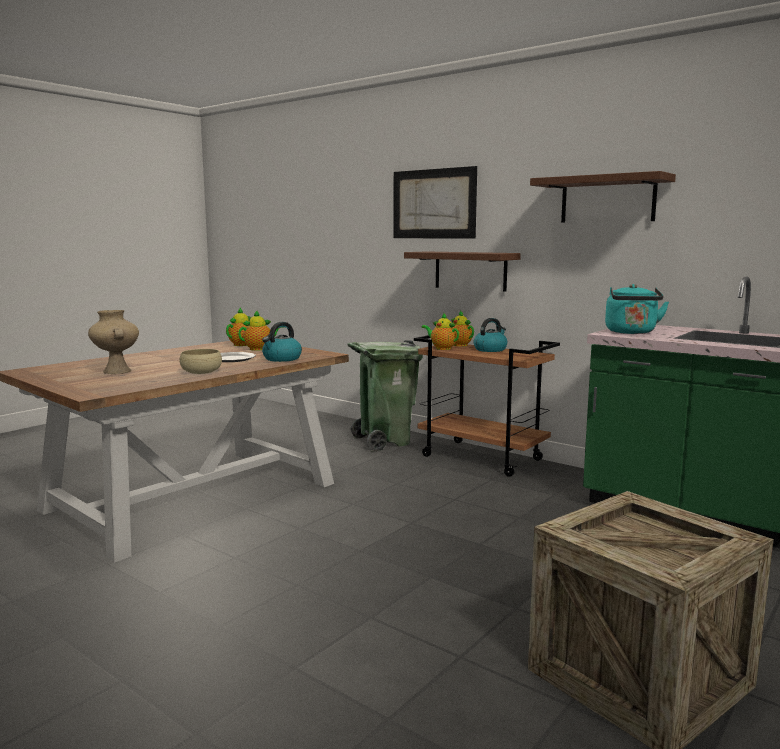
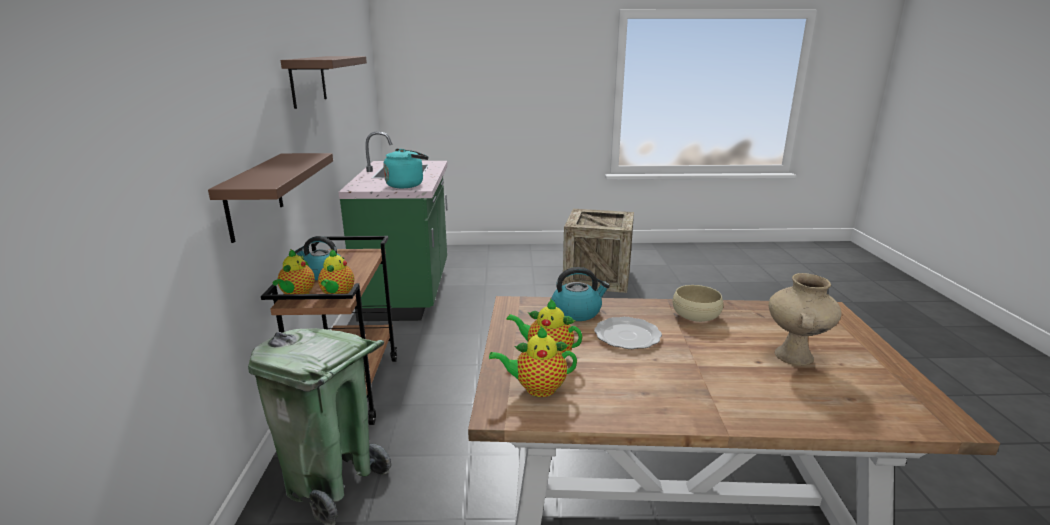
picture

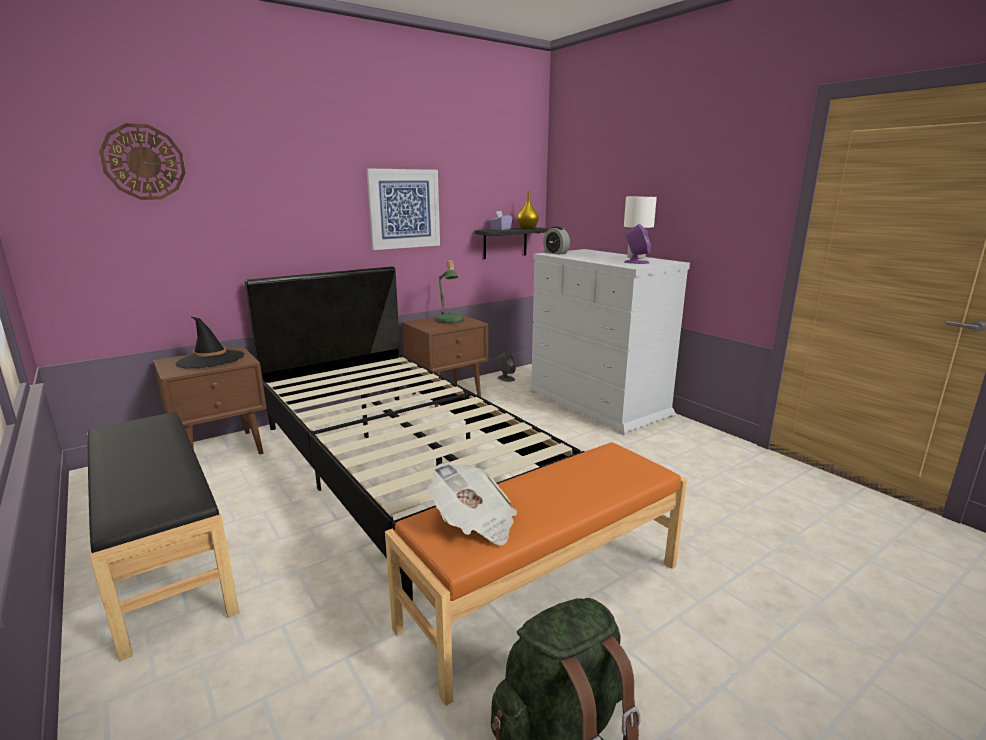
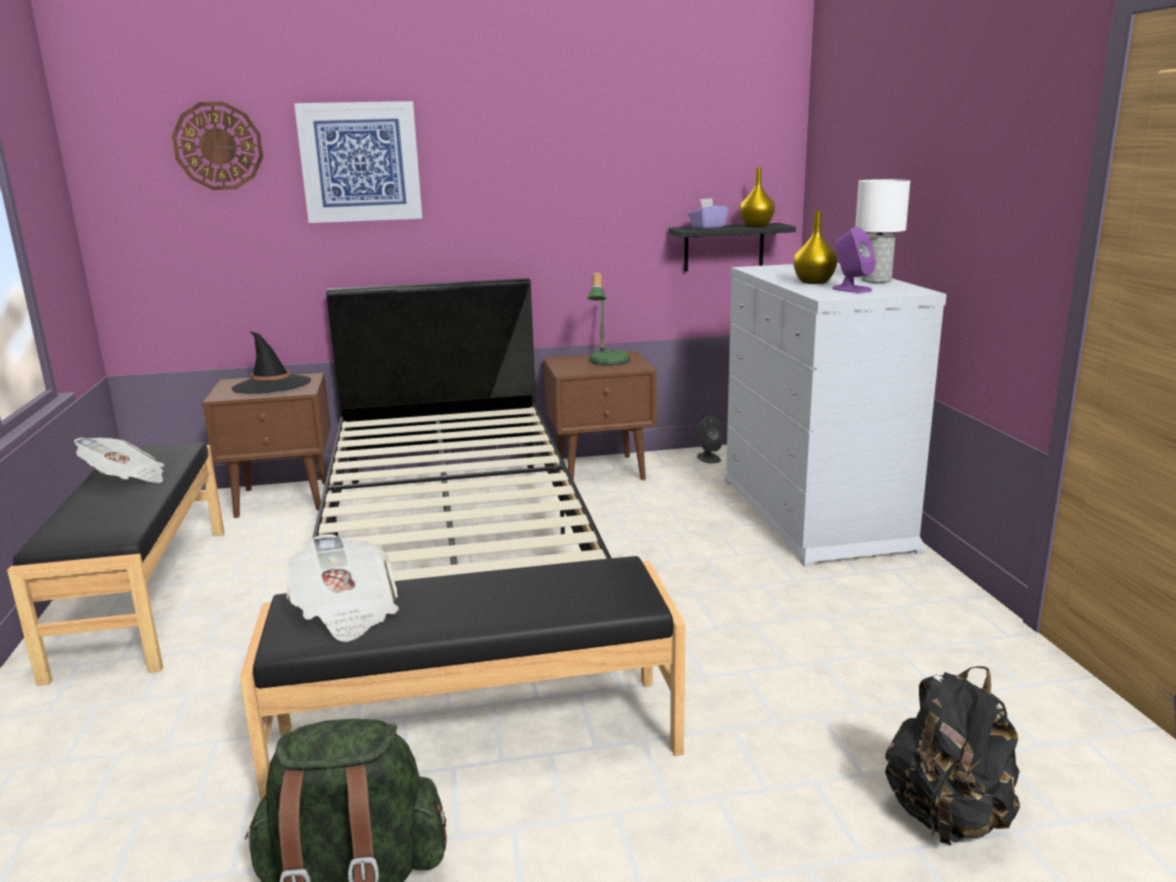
printed paper (1st from left)
bench (black-coloured) (2nd from left)
picture
vase (yellow) (2nd from left)
knapsack (black-coloured)
table clock

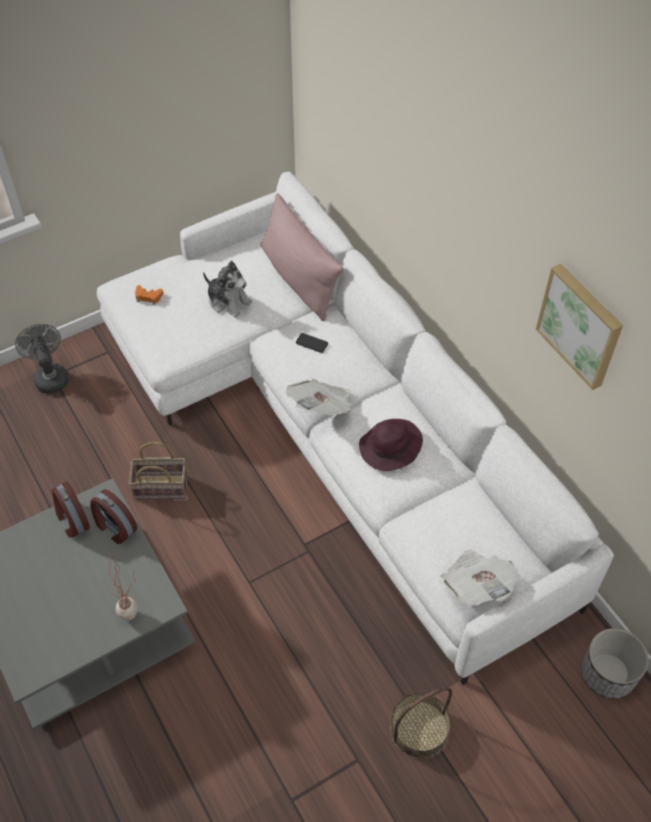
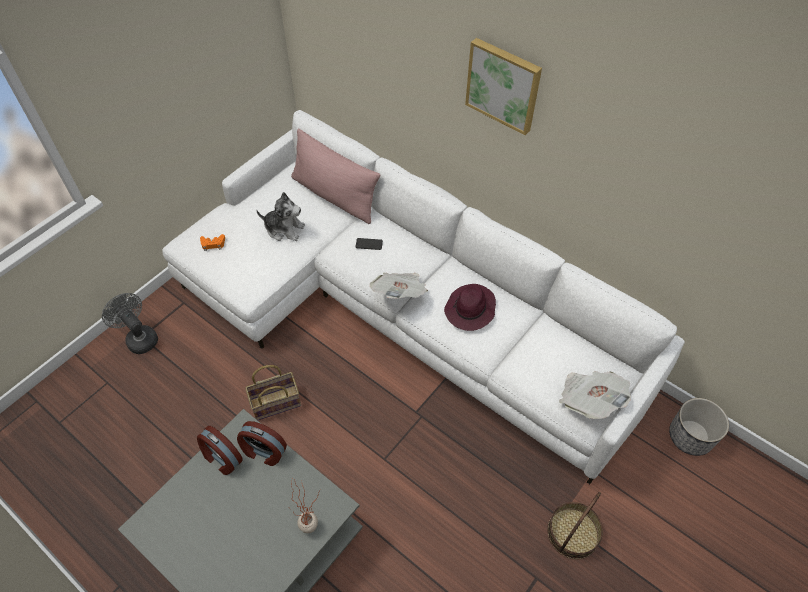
picture

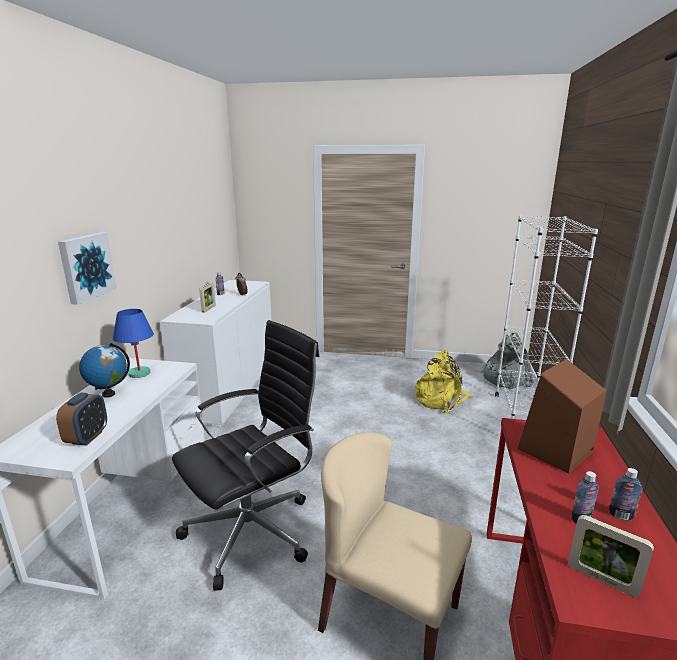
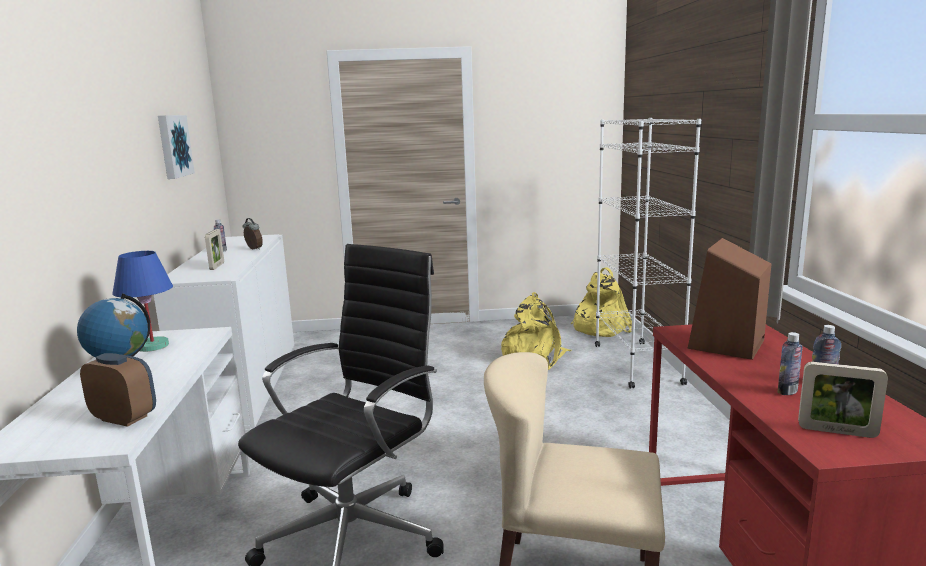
table clock (1st from left)
picture
knapsack (yellow) (2nd from left)

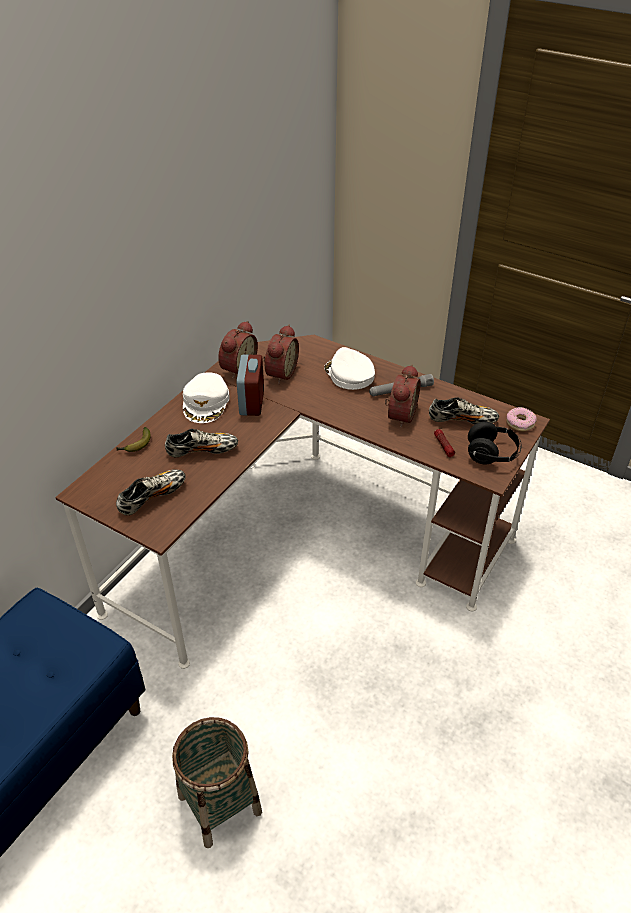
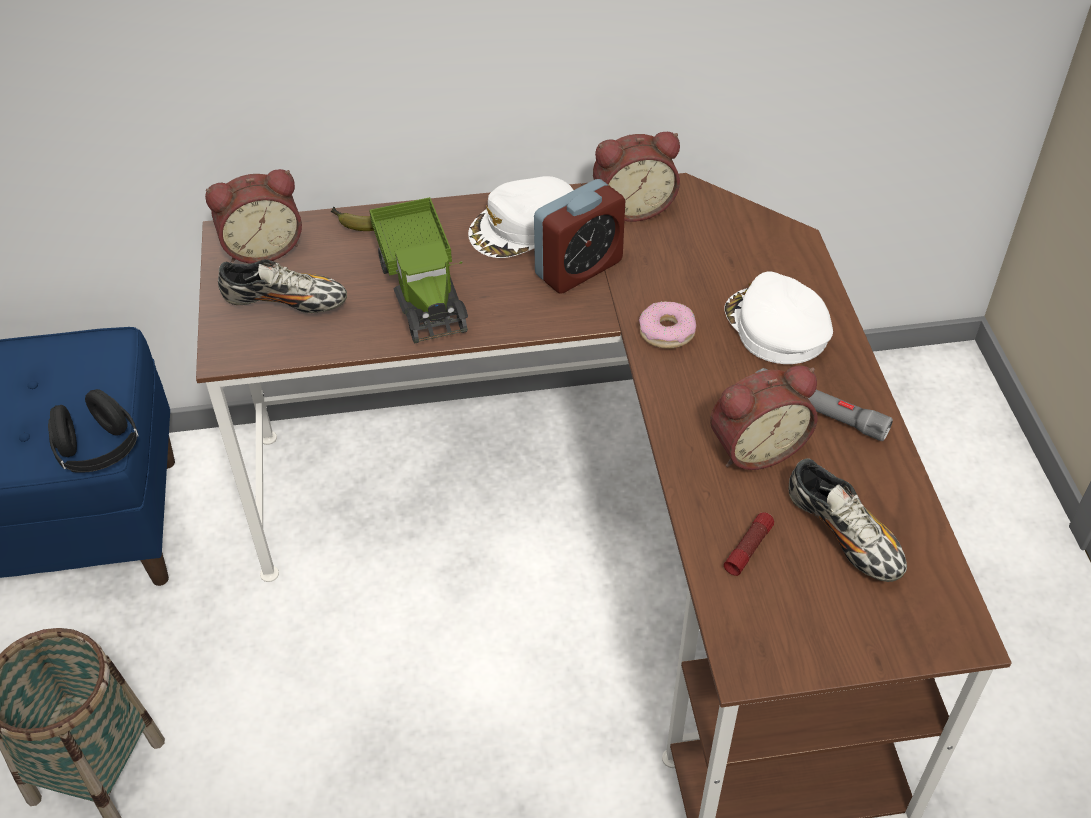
headset (black-coloured)
table clock (1st from left)
toy lorry
donut
peaked cap (white-coloured) (2nd from left)

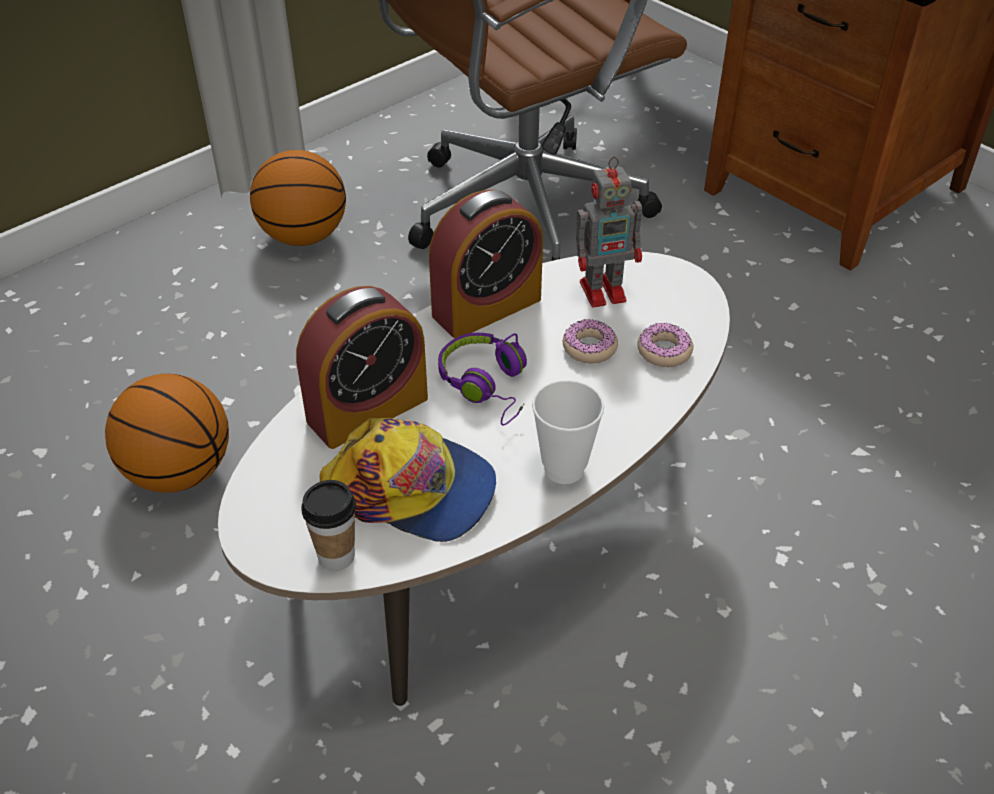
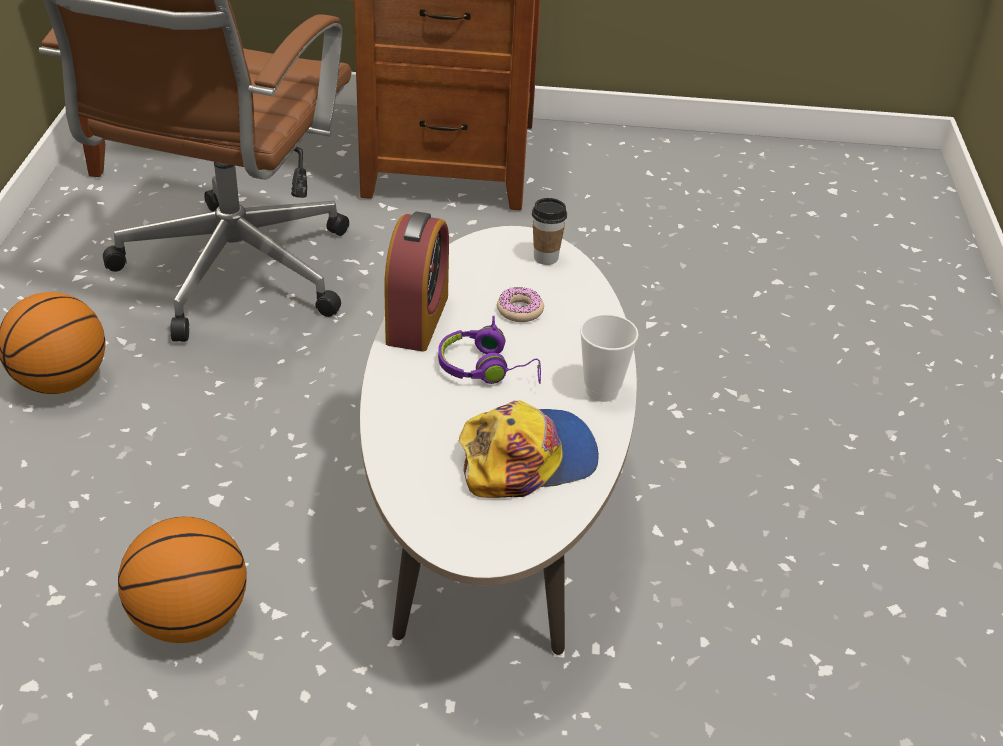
cup (1st from left)
table clock (1st from left in the first image)
model robot
donut (2nd from left in the first image)

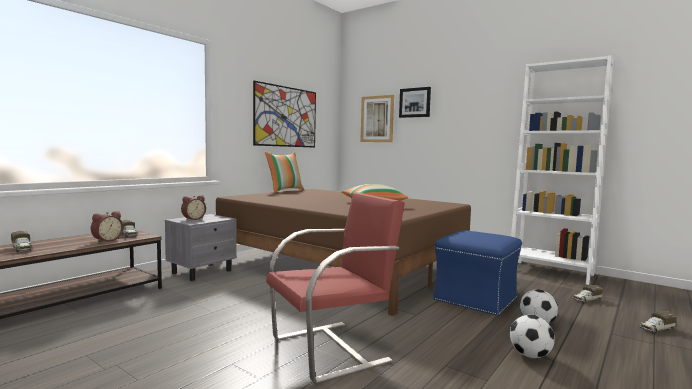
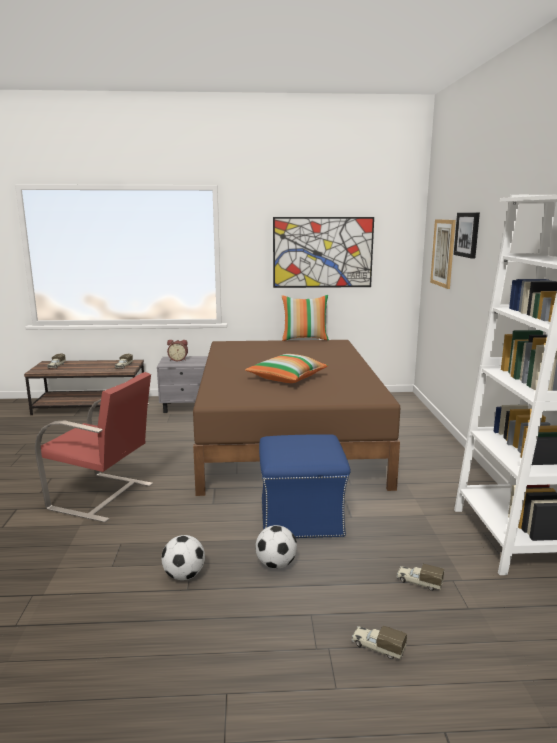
table clock (1st from left in the first image)

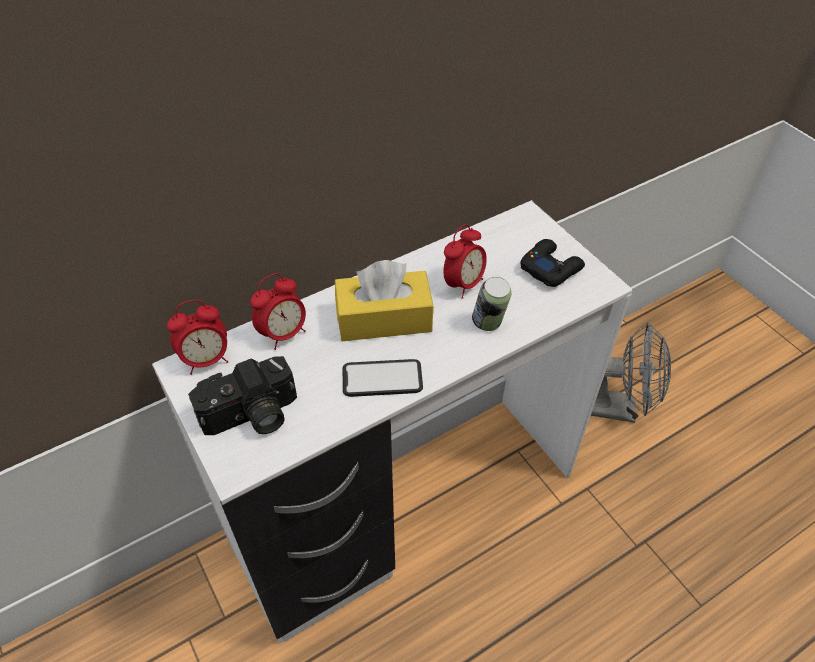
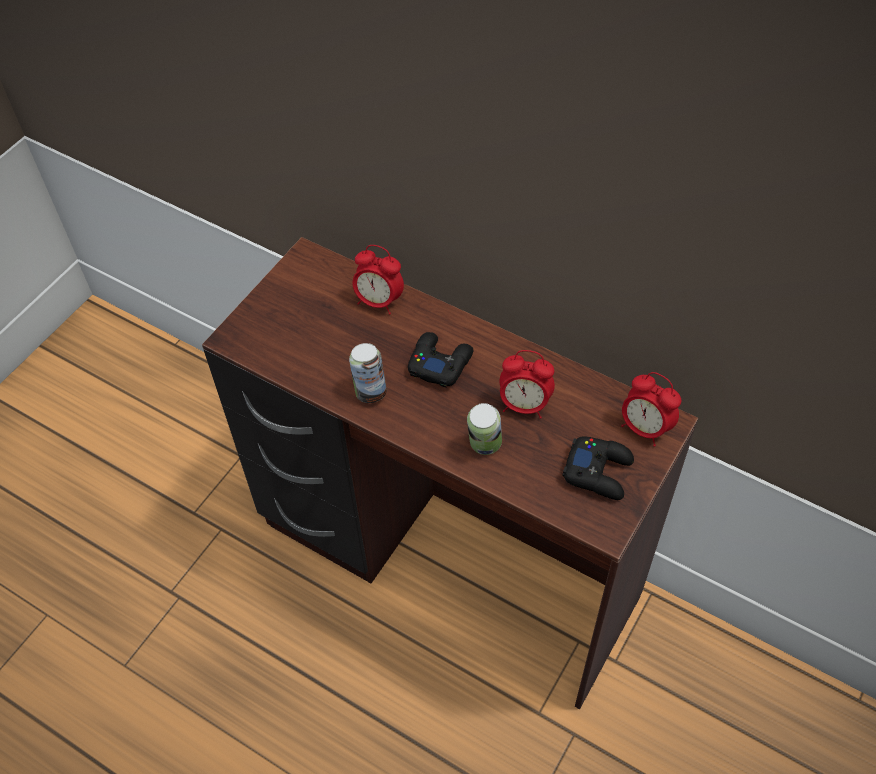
desk unit (brownish)
sealed can (1st from left)
gamepad (black-coloured) (1st from left)
table clock (3rd from left)
photo camera
fan (greyish)

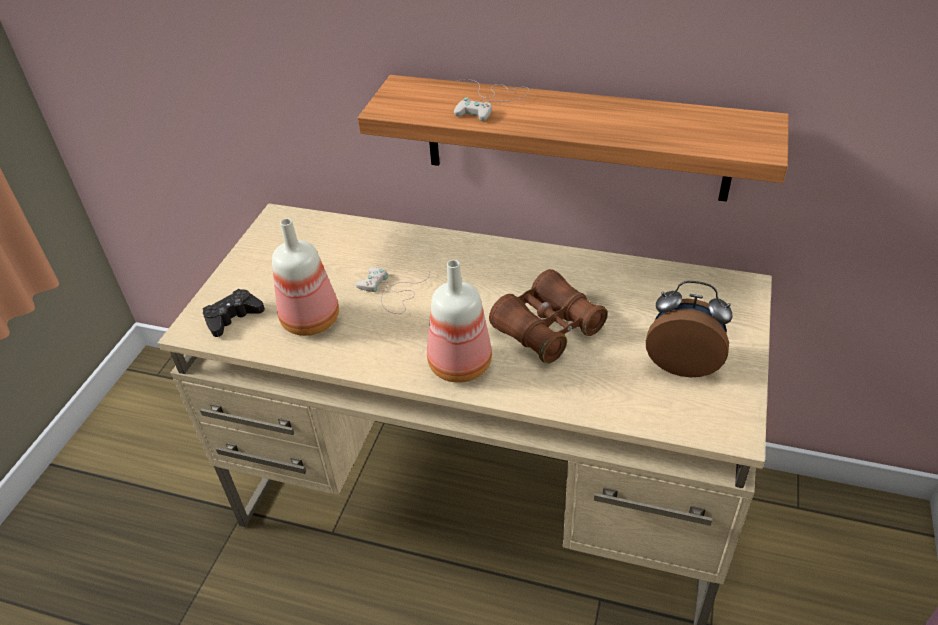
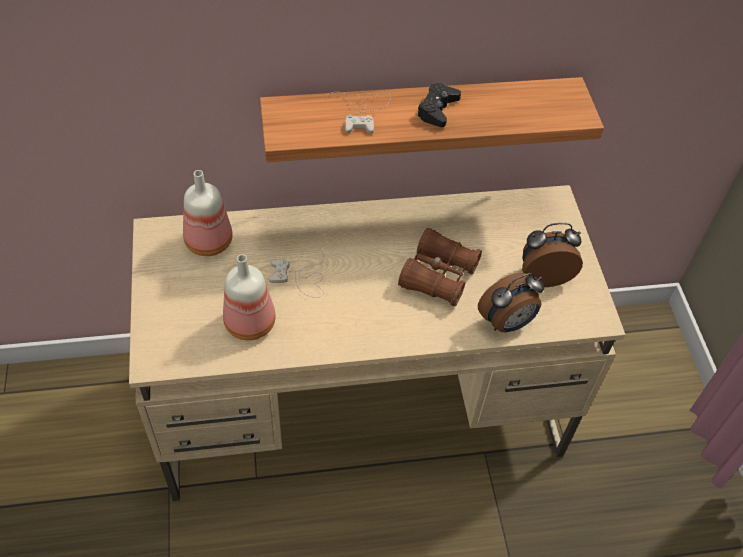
bottle (1st from left)
gamepad (black-coloured)
table clock (1st from left)

